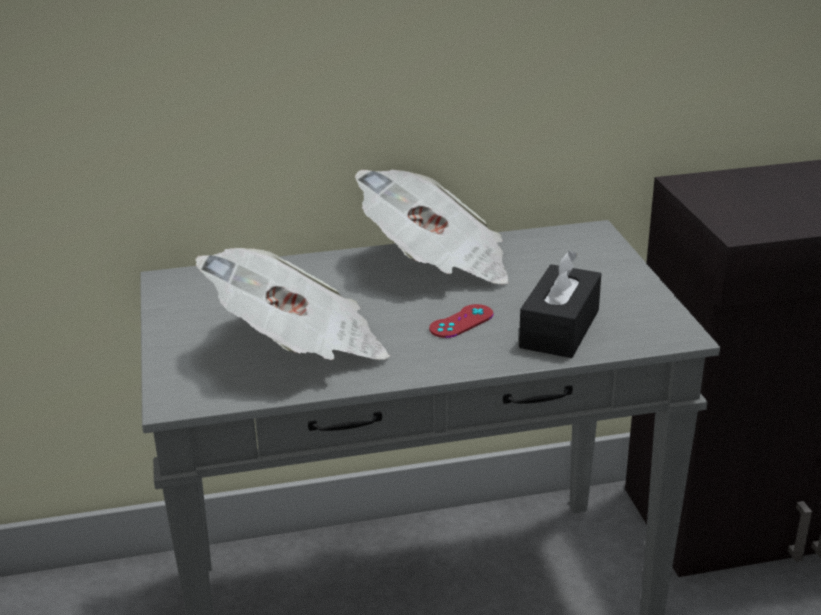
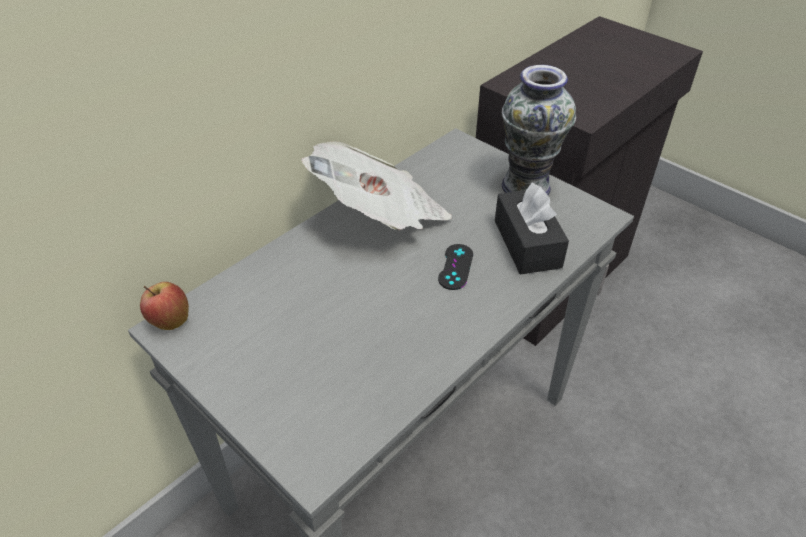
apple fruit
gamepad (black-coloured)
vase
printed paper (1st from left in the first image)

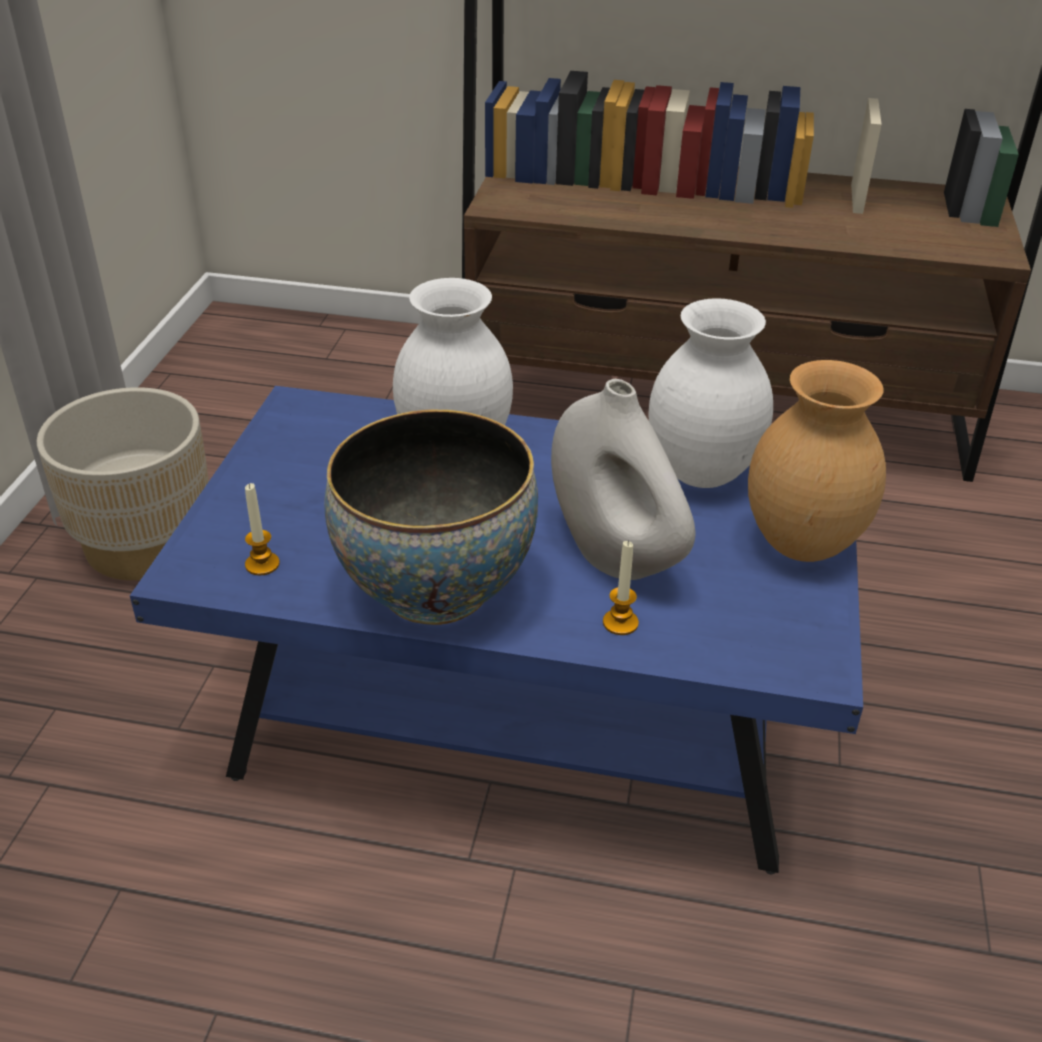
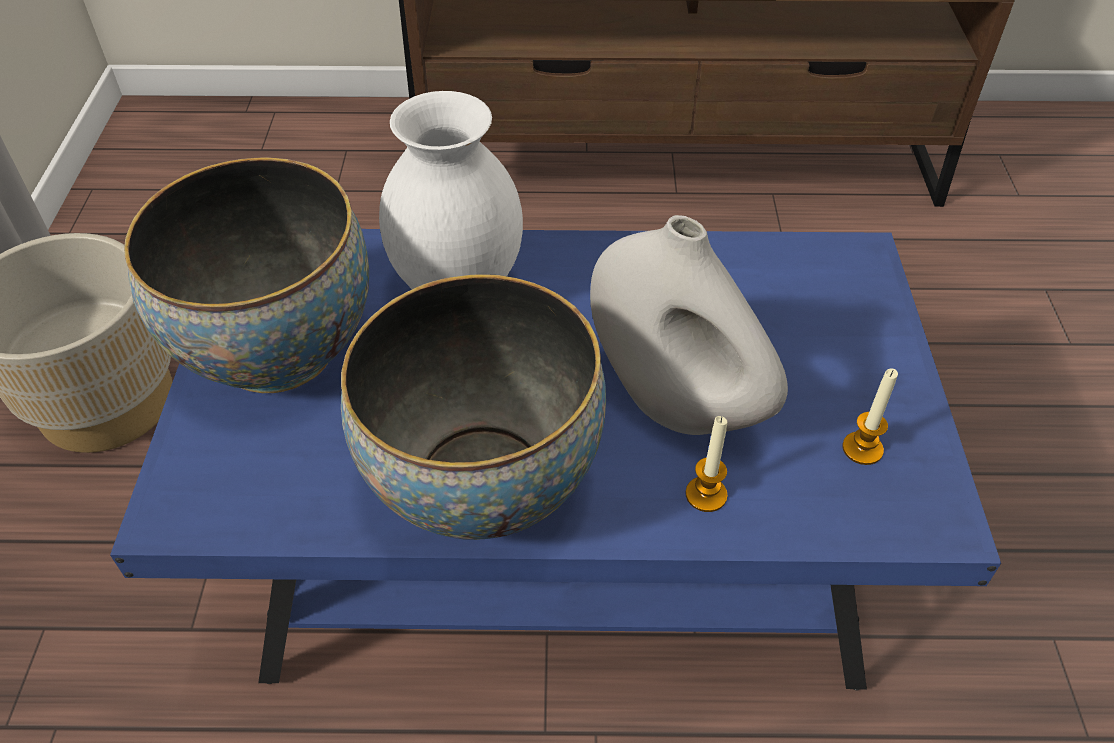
bowl (1st from left)
wax candle (2nd from left)
vase (white-coloured) (3rd from left in the first image)
vase (brownish)

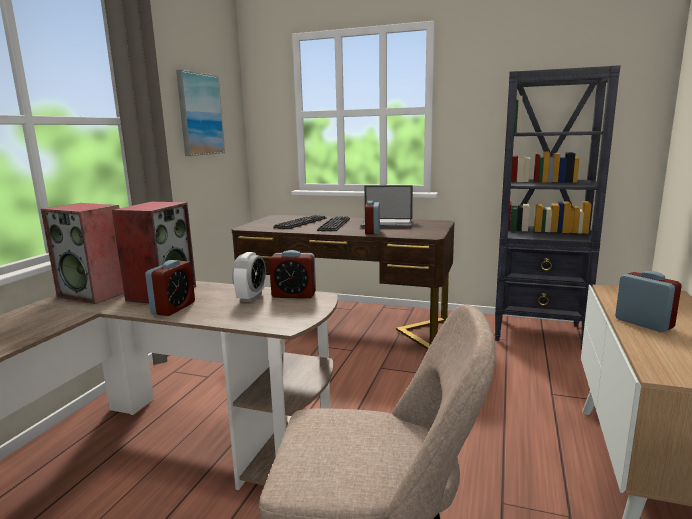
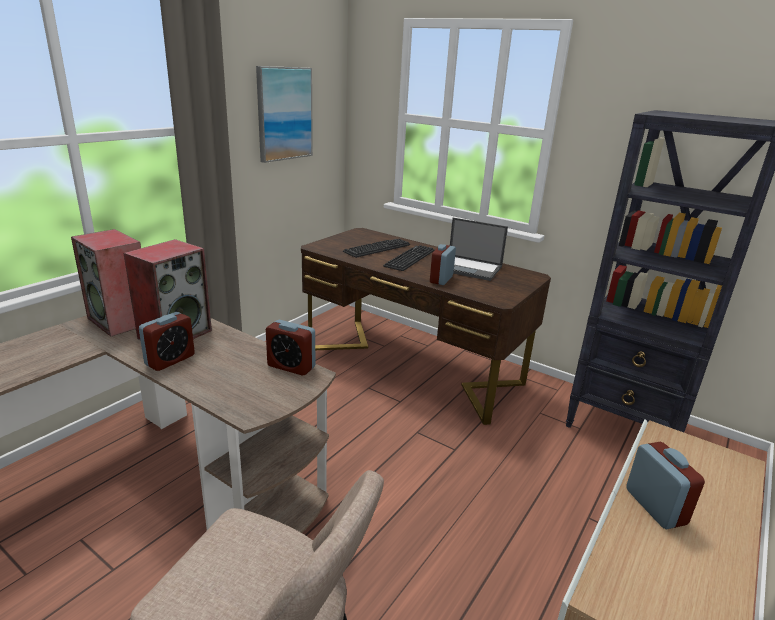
table clock (2nd from left in the first image)

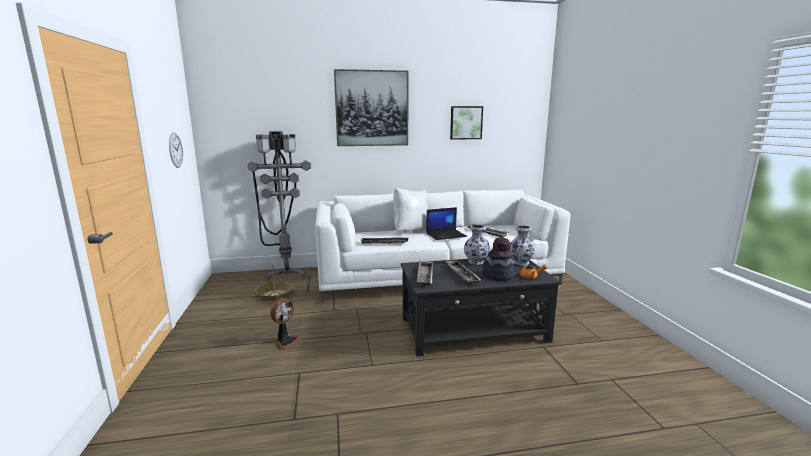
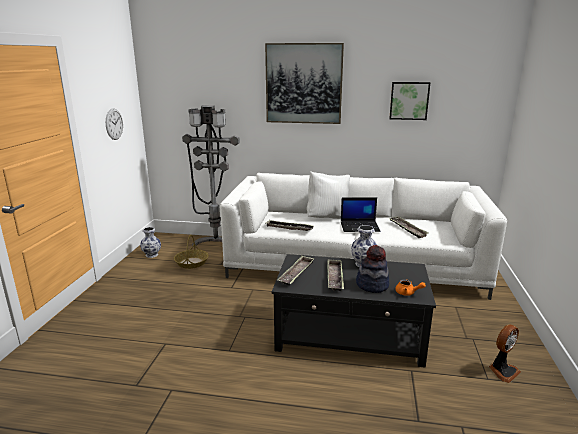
vase (1st from left)
fan

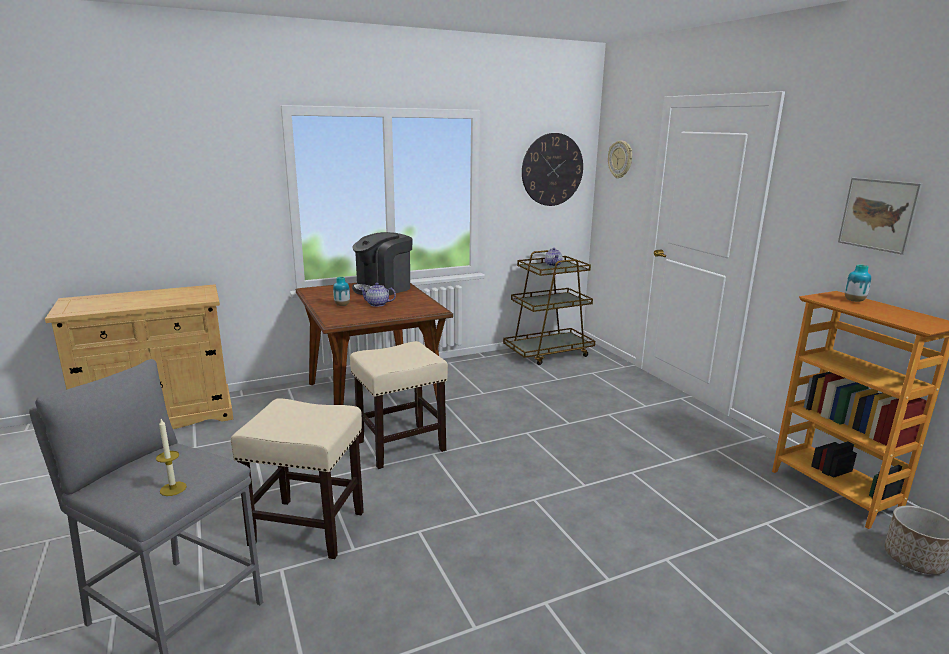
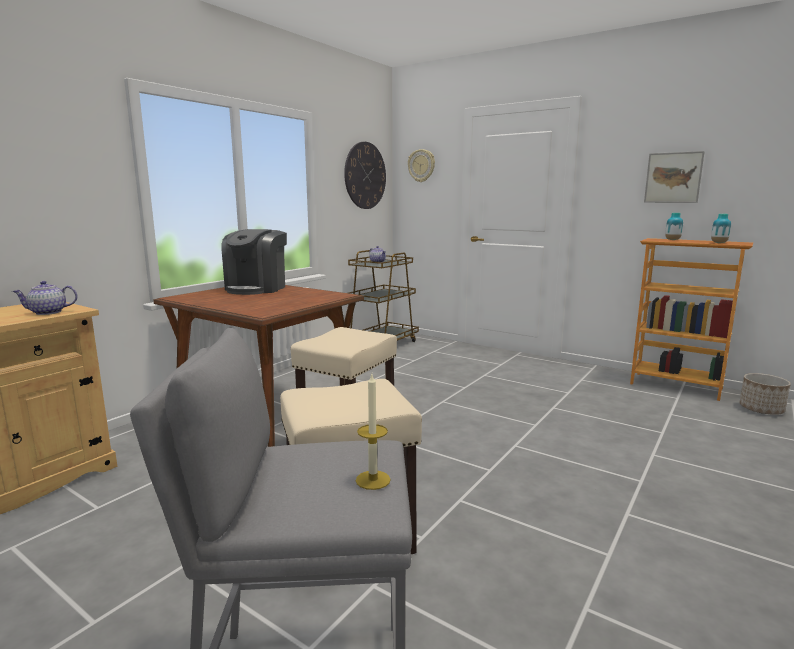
teapot (1st from left)
vase (2nd from left)

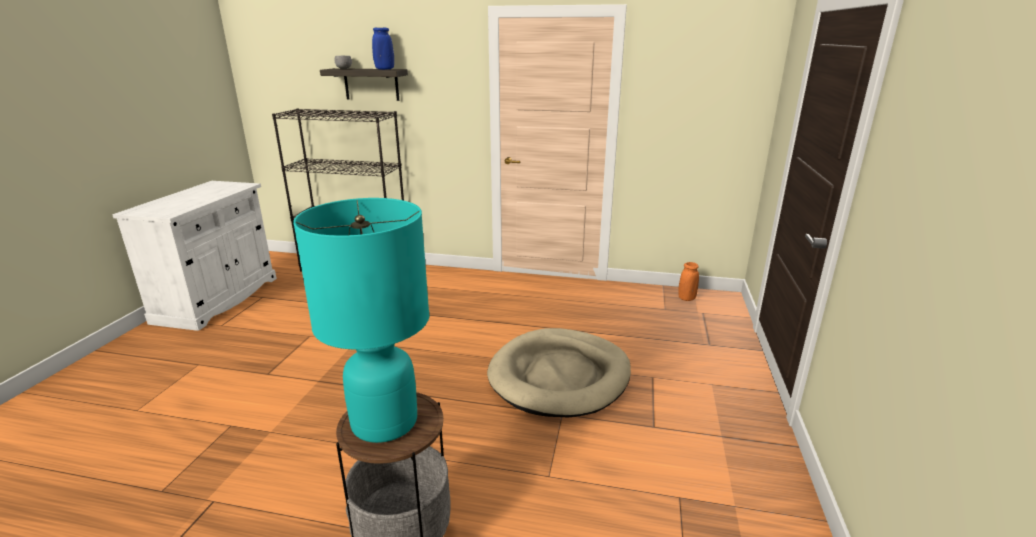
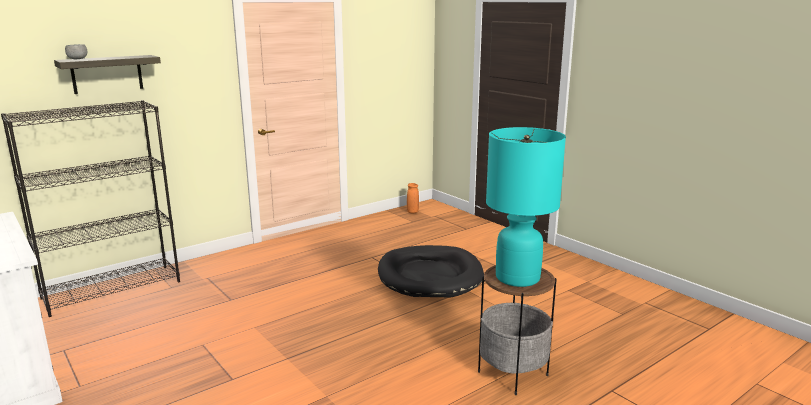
dog bed (black-coloured)
vase (blue-coloured)

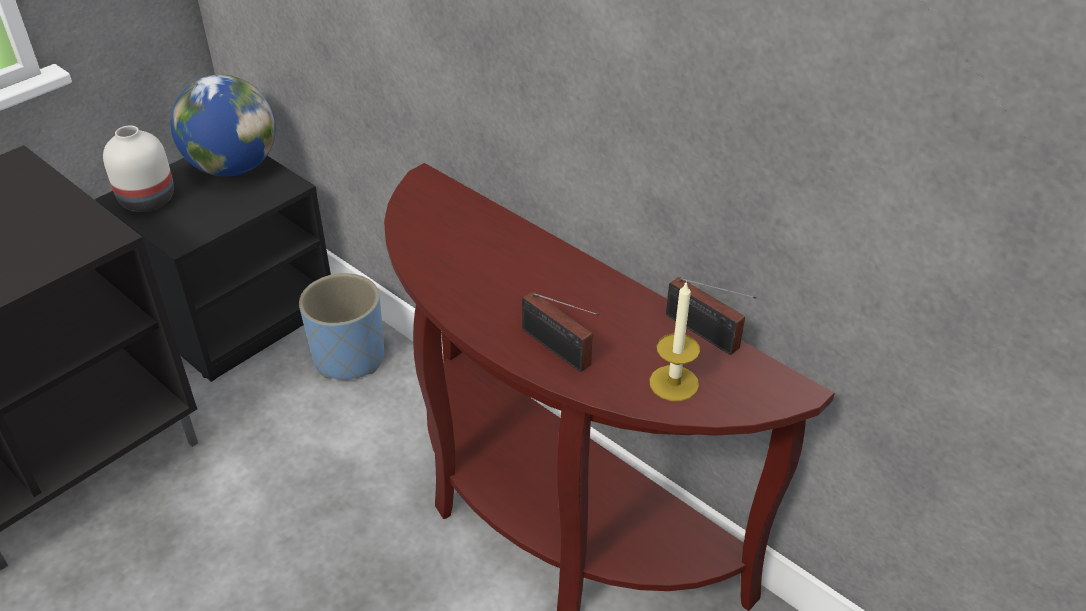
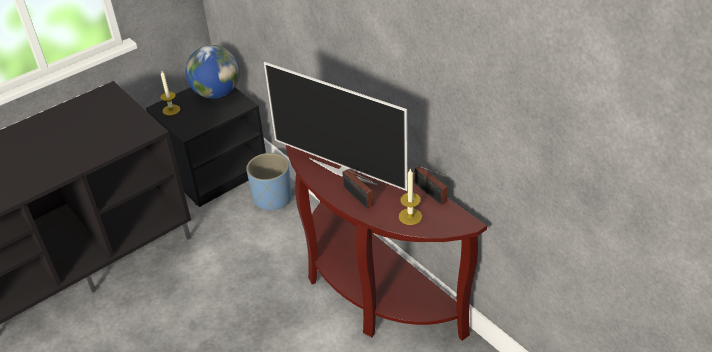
wax candle (1st from left)
television

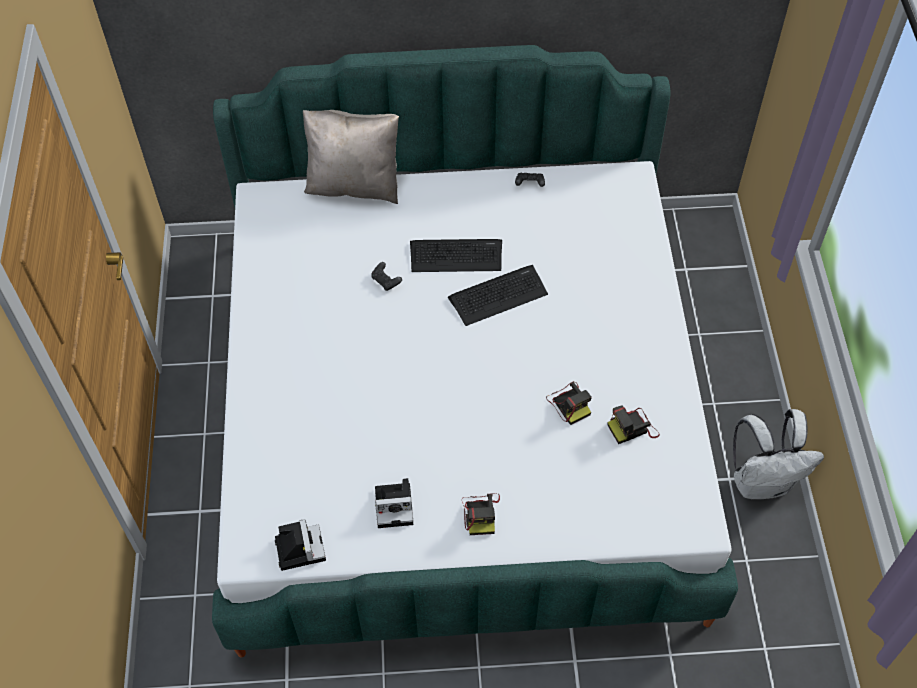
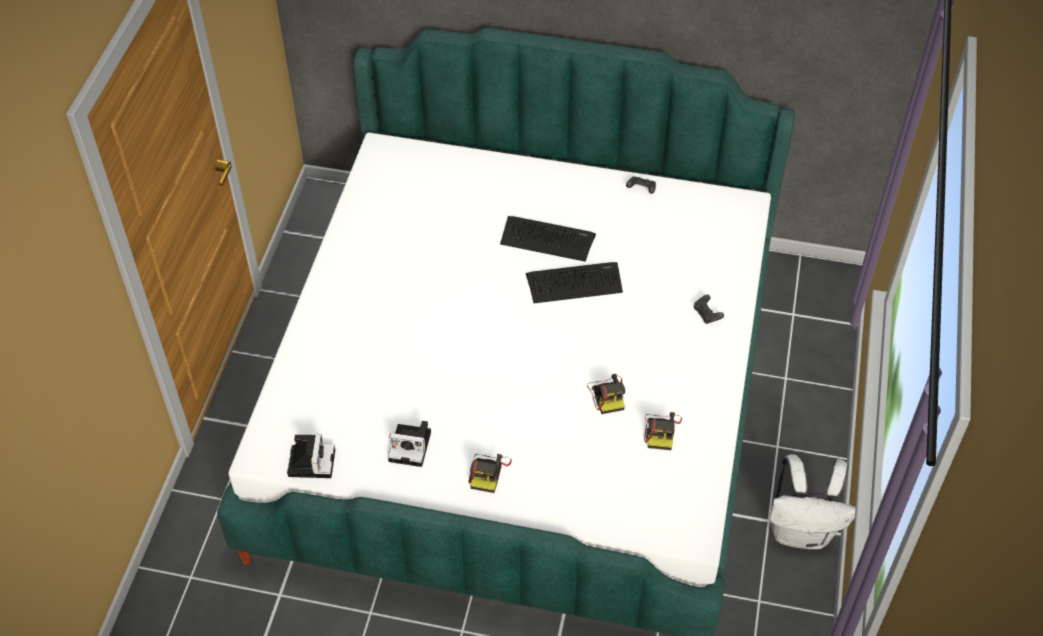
photo camera (5th from left)
gamepad (black-coloured) (2nd from left)
cushion (beige)

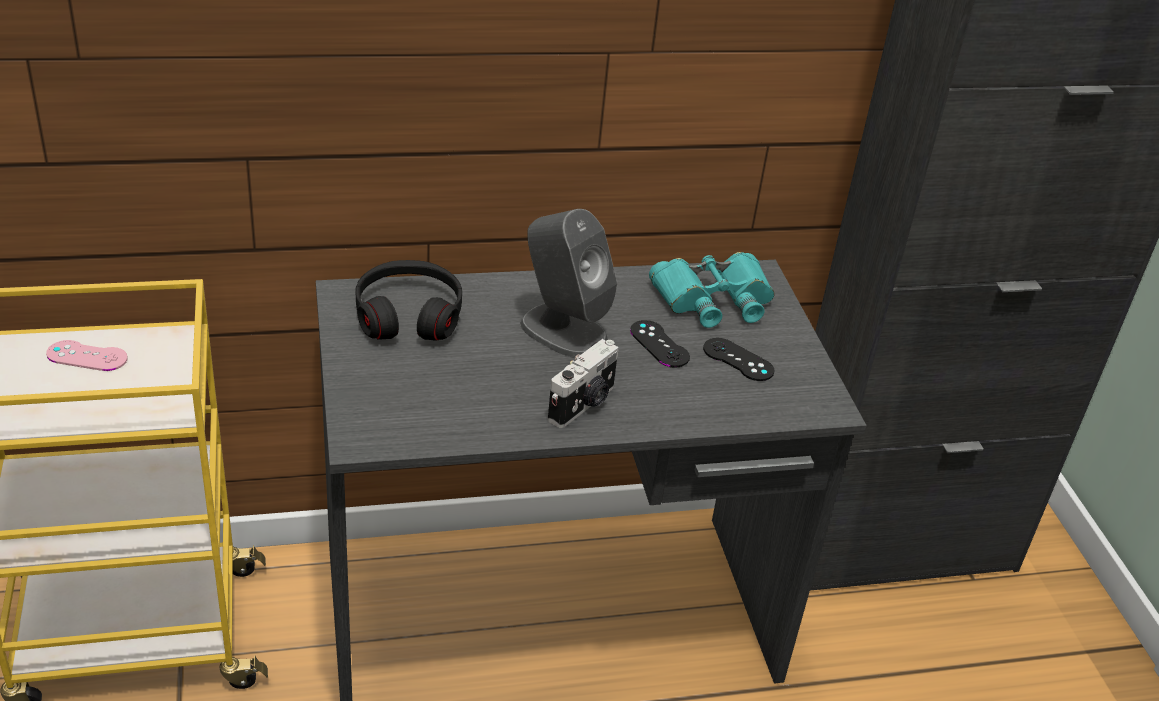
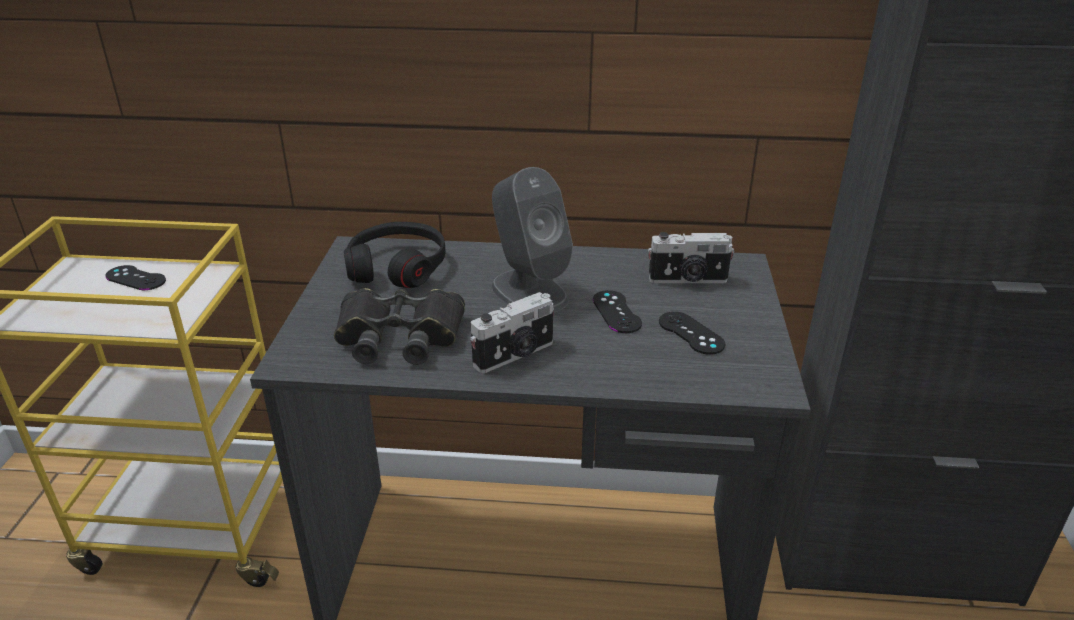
gamepad (black-coloured) (1st from left)
field glasses (black-coloured)
photo camera (2nd from left)

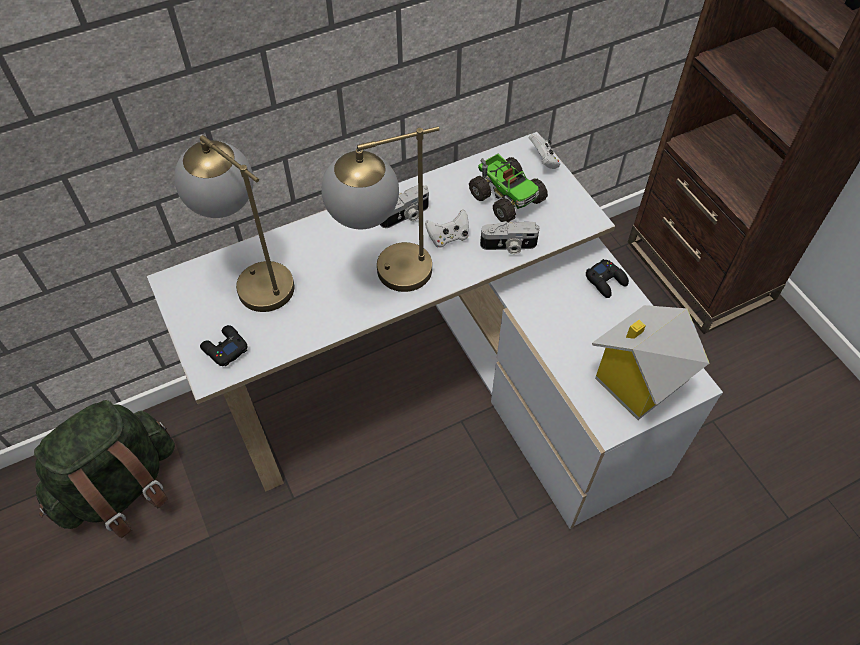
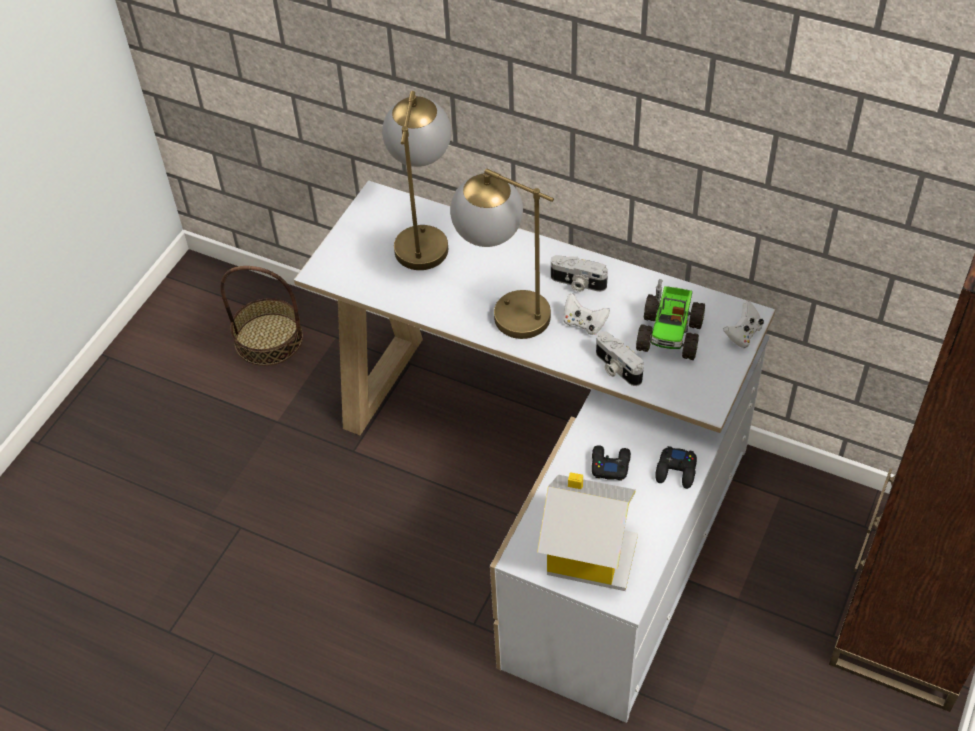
household basket
gamepad (black-coloured) (1st from left)

